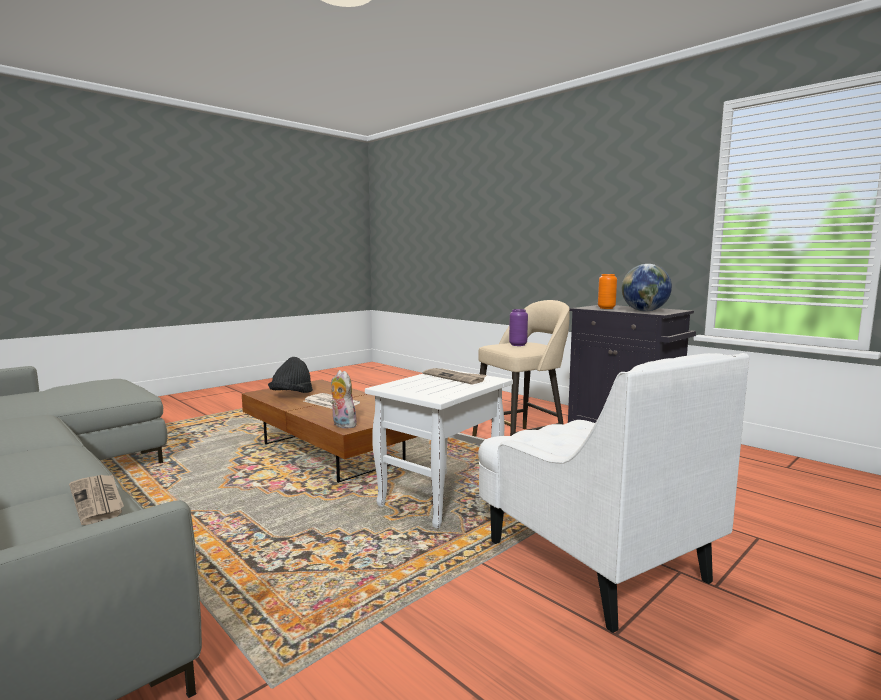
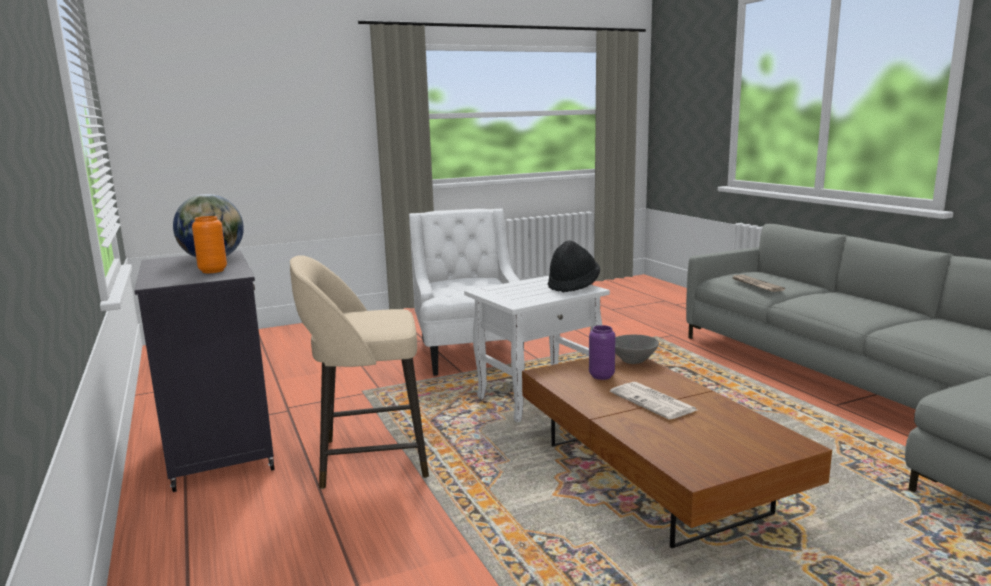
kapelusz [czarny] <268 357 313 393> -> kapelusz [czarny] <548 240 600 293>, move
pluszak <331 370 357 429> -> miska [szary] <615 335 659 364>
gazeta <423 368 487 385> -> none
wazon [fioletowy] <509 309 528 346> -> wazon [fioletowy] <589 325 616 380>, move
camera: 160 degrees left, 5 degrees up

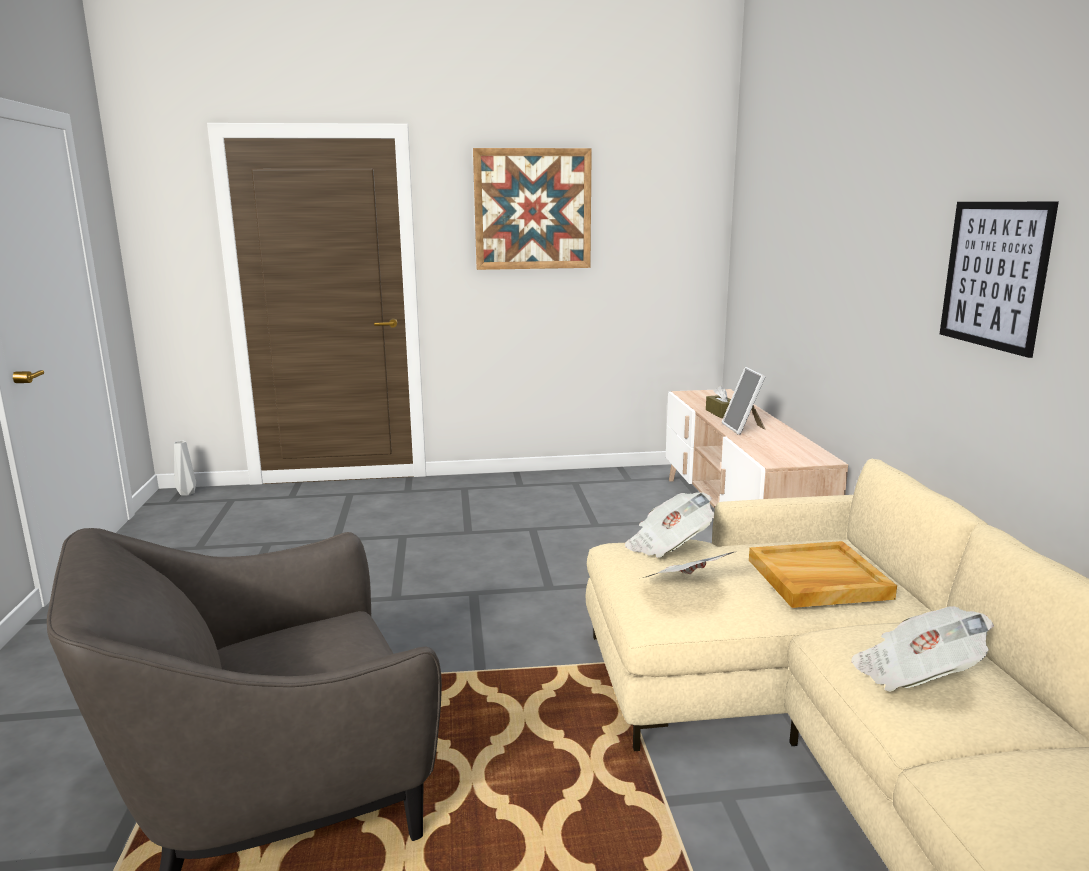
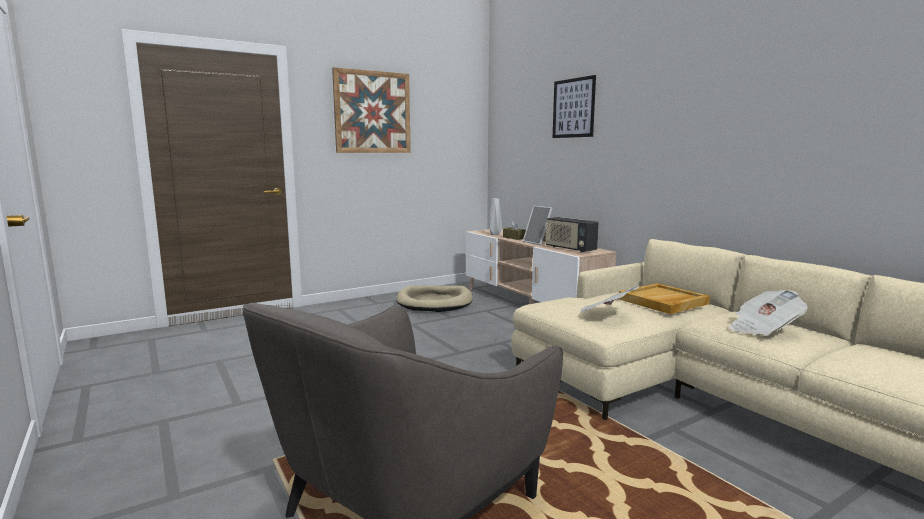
wazon [szary] <174 441 196 496> -> wazon [szary] <489 198 502 235>, move
gazeta <625 492 715 558> -> none
obraz <940 202 1059 358> -> obraz <553 75 596 138>, move
none -> legowisko [beżowy] <396 285 473 312>
none -> radio <545 217 599 252>
camera: 25 degrees left, 5 degrees down

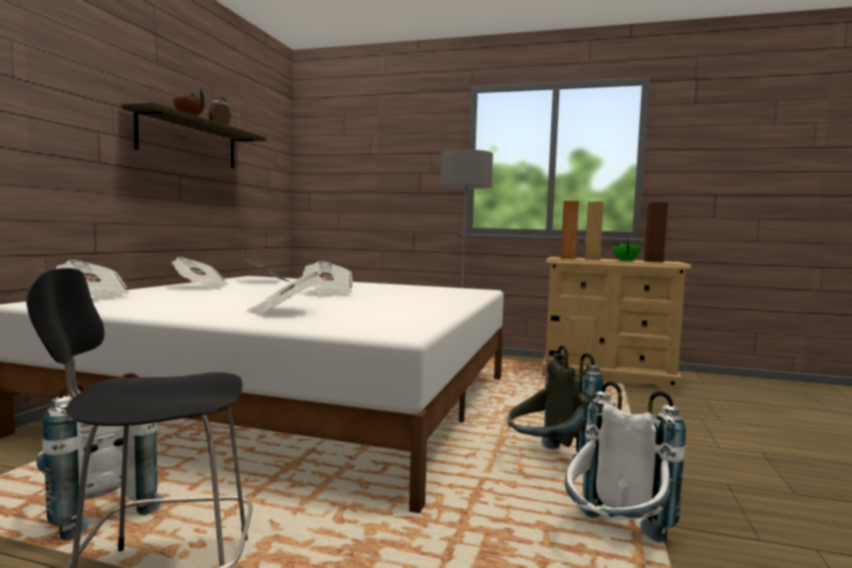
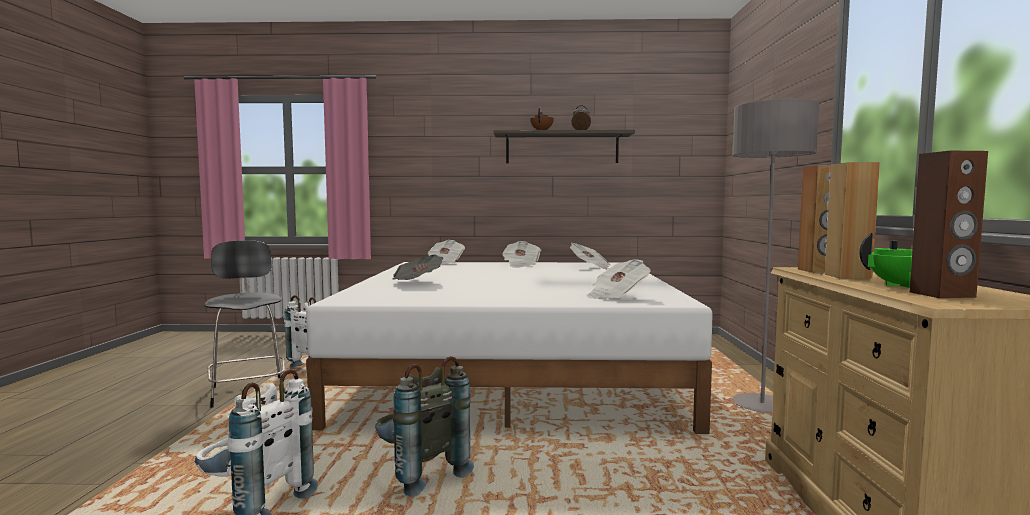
gazeta <303 261 353 297> -> gazeta <587 259 650 299>, move
camera: 75 degrees right, 0 degrees up

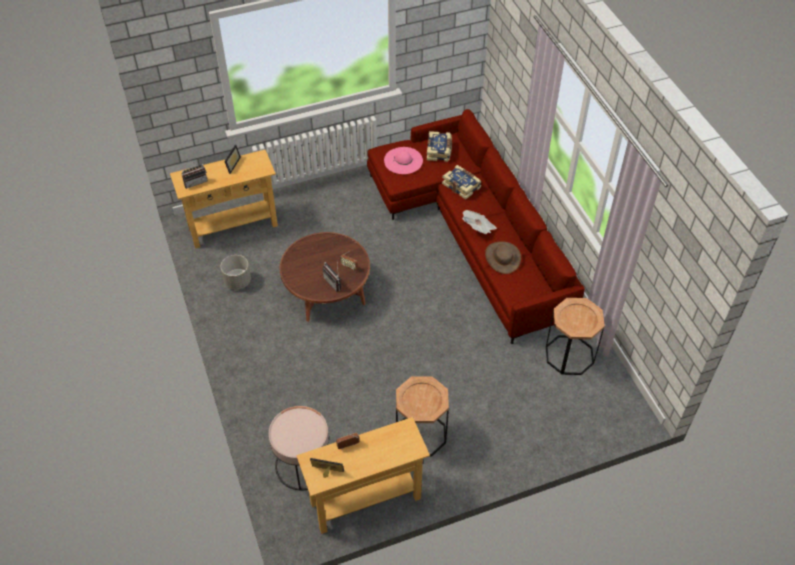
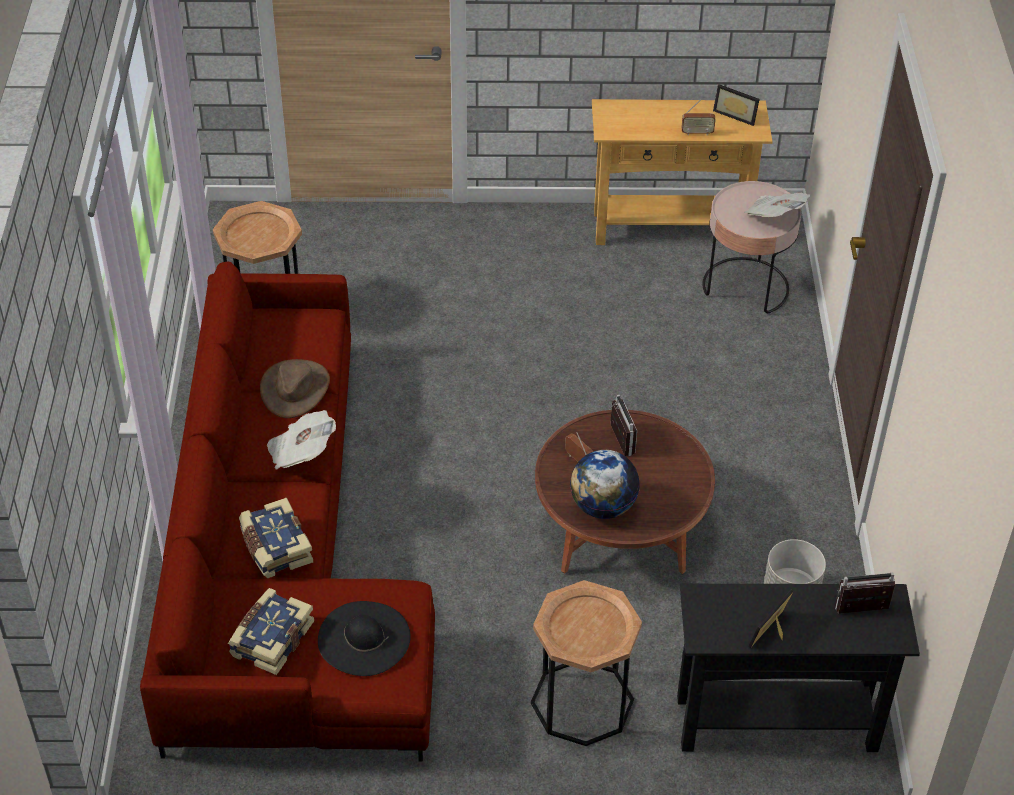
stolik konsolowy [beżowy] <170 150 278 249> -> stolik konsolowy [czarny] <677 584 920 752>
kapelusz [różowy] <384 147 423 174> -> kapelusz [czarny] <318 601 411 676>
stolik [brązowy] <396 376 449 456> -> stolik [brązowy] <531 580 642 746>, move
none -> globus <570 450 640 519>
none -> gazeta <744 192 811 217>
camera: 160 degrees left, 5 degrees down

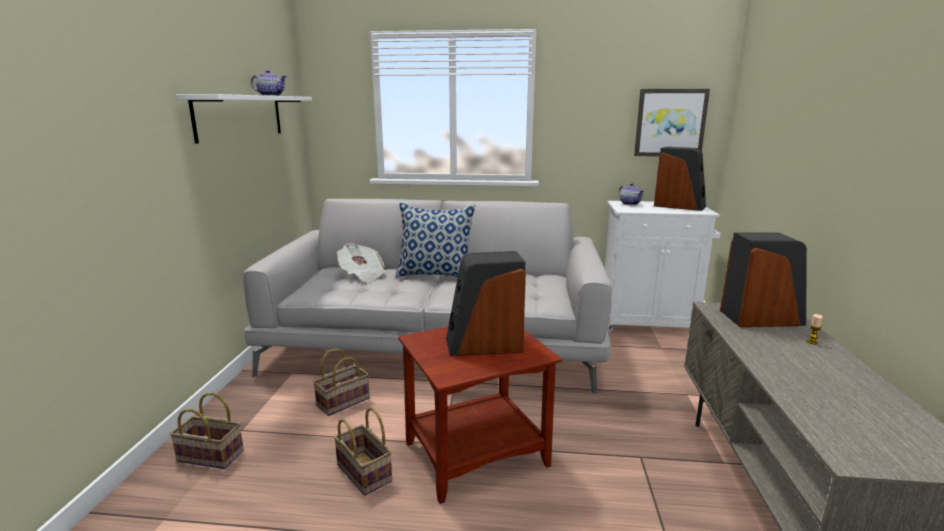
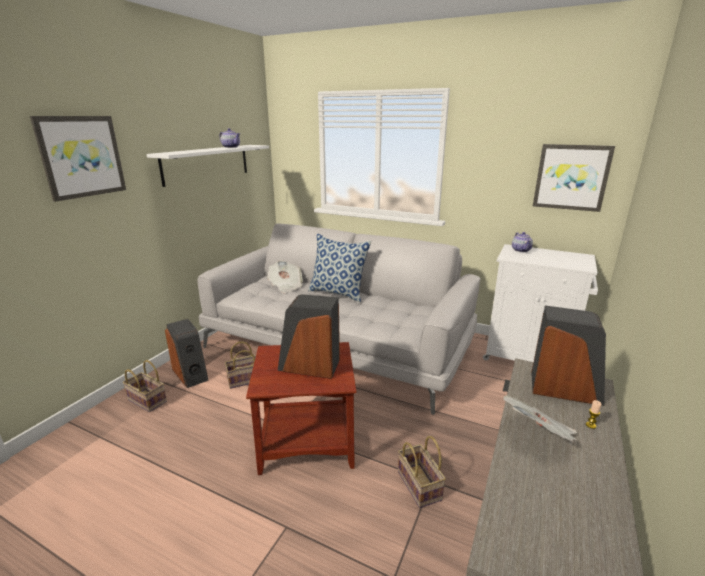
koszyk <334 407 392 495> -> koszyk <398 436 446 508>, move
głośnik <654 147 706 211> -> głośnik <165 319 209 388>, move
none -> obraz <30 116 126 202>
none -> gazeta <503 396 577 443>
camera: 20 degrees right, 5 degrees up

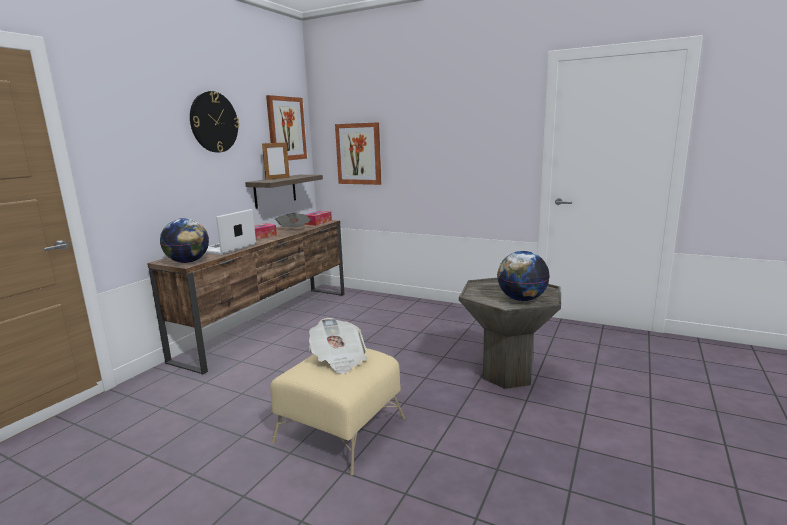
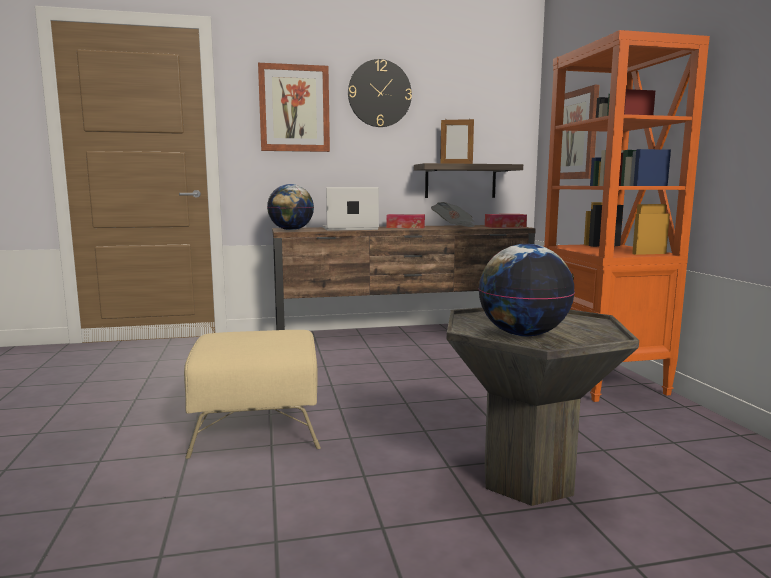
obraz <266 95 307 160> -> obraz <258 63 330 152>, move
gazeta <309 318 367 374> -> none
none -> regał [pomarańczowy] <543 30 710 402>
camera: 50 degrees right, 5 degrees down

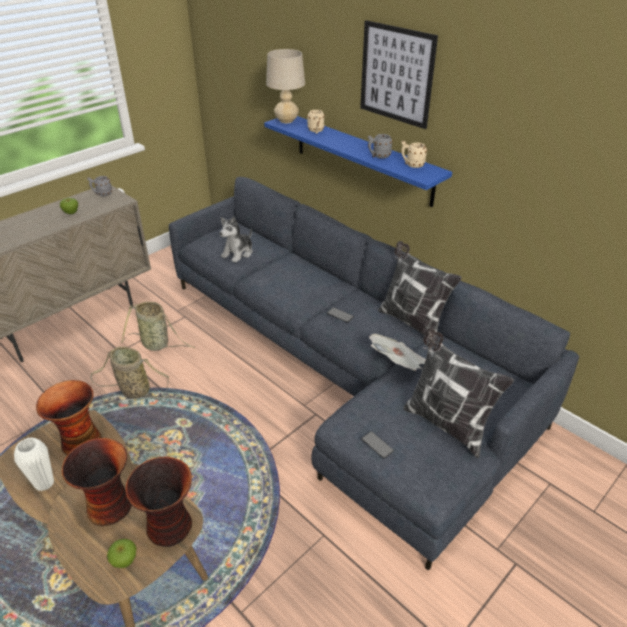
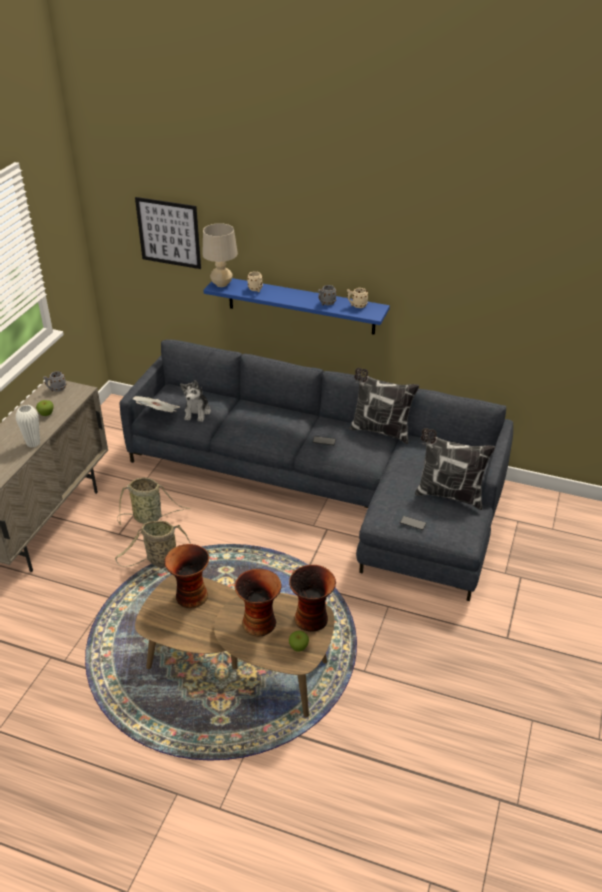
wazon [biały] <14 437 54 491> -> wazon [biały] <16 405 40 448>, move
obraz <360 20 438 129> -> obraz <135 197 201 269>, move
gazeta <369 334 426 371> -> gazeta <133 396 180 413>, move
camera: 25 degrees left, 0 degrees up

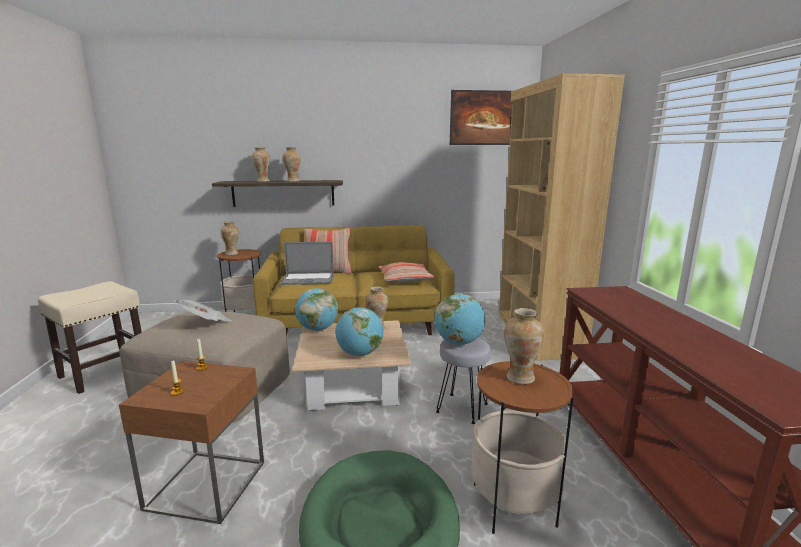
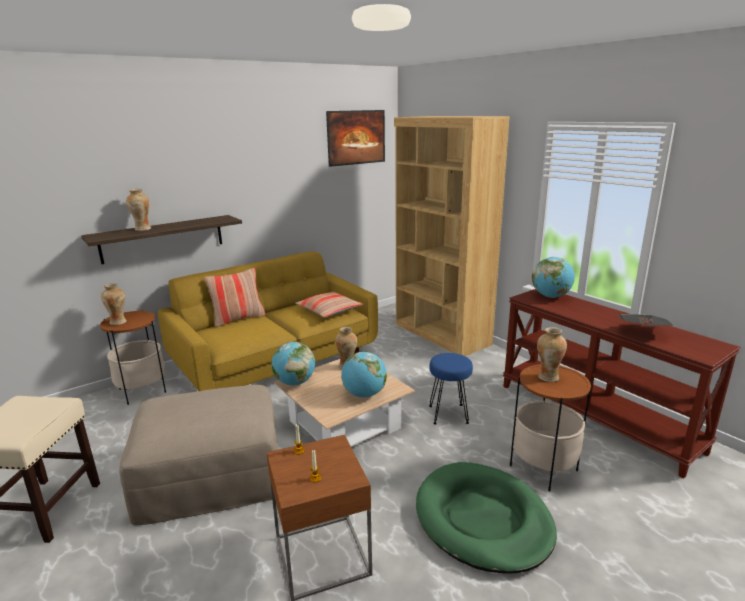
gazeta <173 300 232 321> -> gazeta <618 314 672 326>, move
laptop <280 242 334 285> -> none
wazon <283 147 301 182> -> none
globus <435 294 485 345> -> globus <532 257 575 298>, move
stołek [szary] <436 338 491 424> -> stołek [niebieski] <429 353 473 425>
camera: 30 degrees left, 5 degrees up

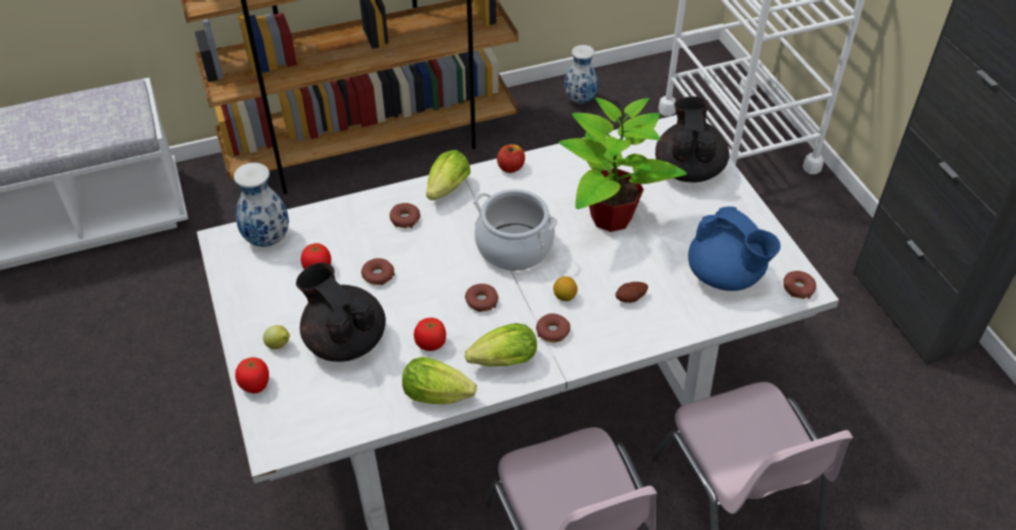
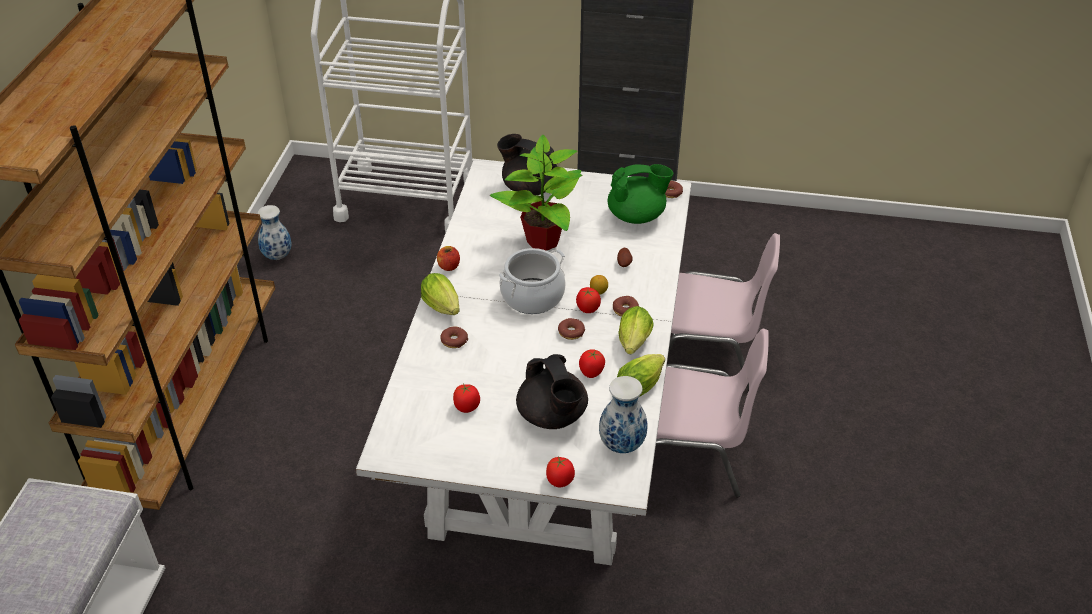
wazon <234 163 289 247> -> wazon <599 376 648 453>, move
cytryna <263 325 290 349> -> none
imbryk [czarny] <296 262 386 362> -> imbryk [czarny] <516 354 588 429>, 105 degrees counterclockwise
donut <361 258 395 285> -> none
imbryk [niebieski] <688 206 781 291> -> imbryk [zielony] <608 164 673 224>
none -> pomidor <576 287 601 313>
camera: 60 degrees left, 5 degrees down

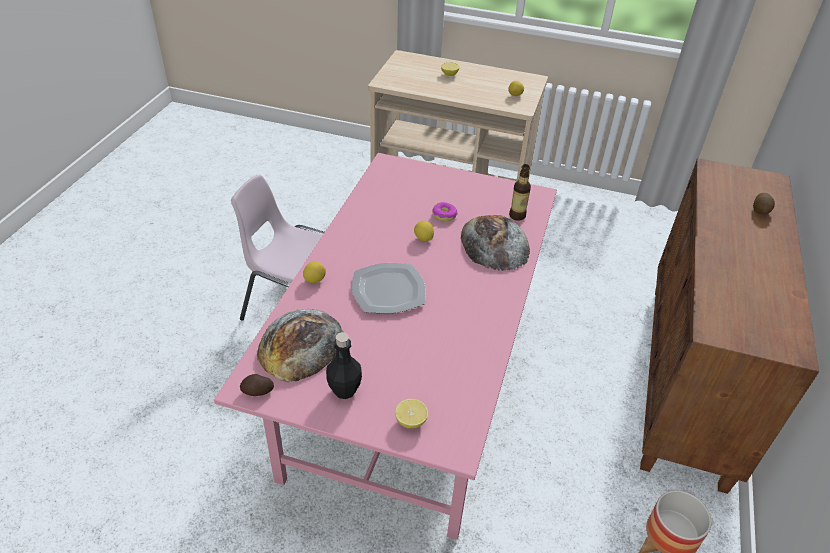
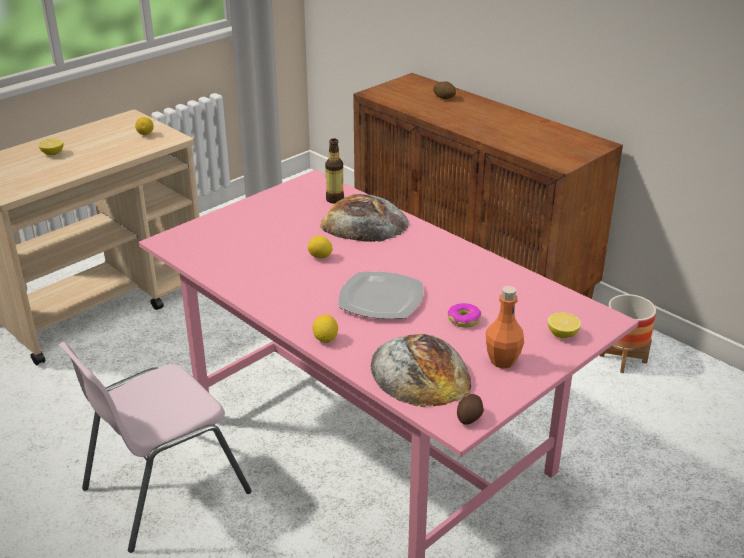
butelka [czarny] <326 332 362 399> -> butelka [pomarańczowy] <486 286 524 369>
donut <432 202 458 222> -> donut <448 303 481 328>, move
camera: 60 degrees left, 10 degrees down

